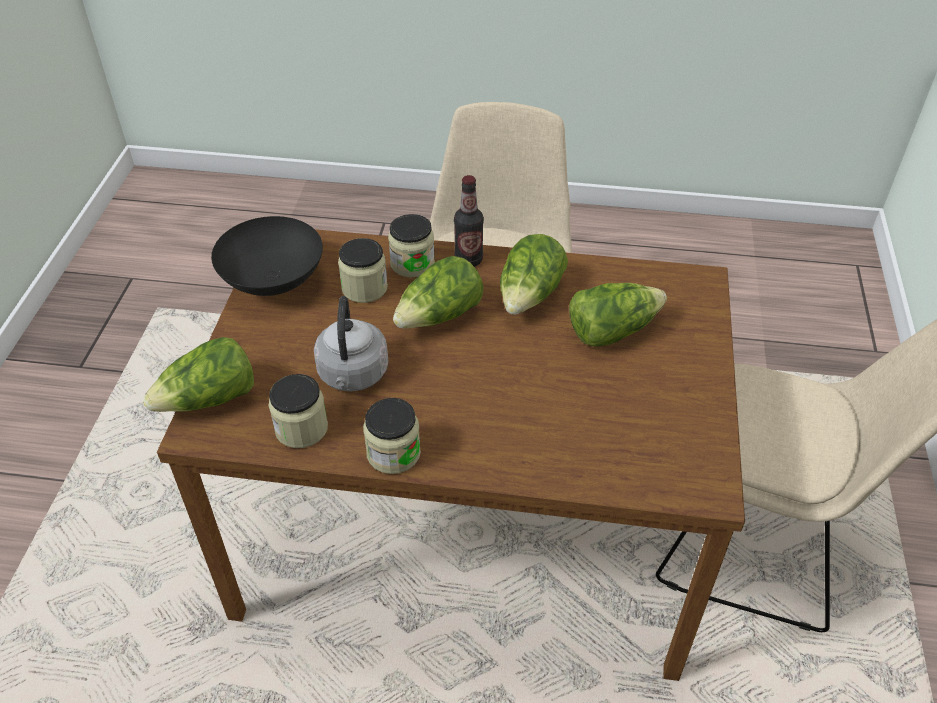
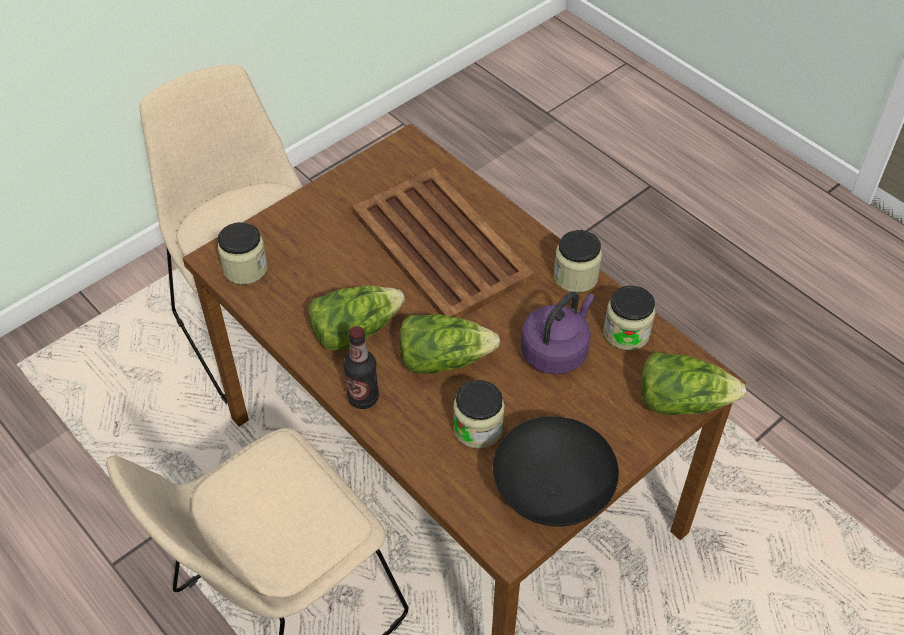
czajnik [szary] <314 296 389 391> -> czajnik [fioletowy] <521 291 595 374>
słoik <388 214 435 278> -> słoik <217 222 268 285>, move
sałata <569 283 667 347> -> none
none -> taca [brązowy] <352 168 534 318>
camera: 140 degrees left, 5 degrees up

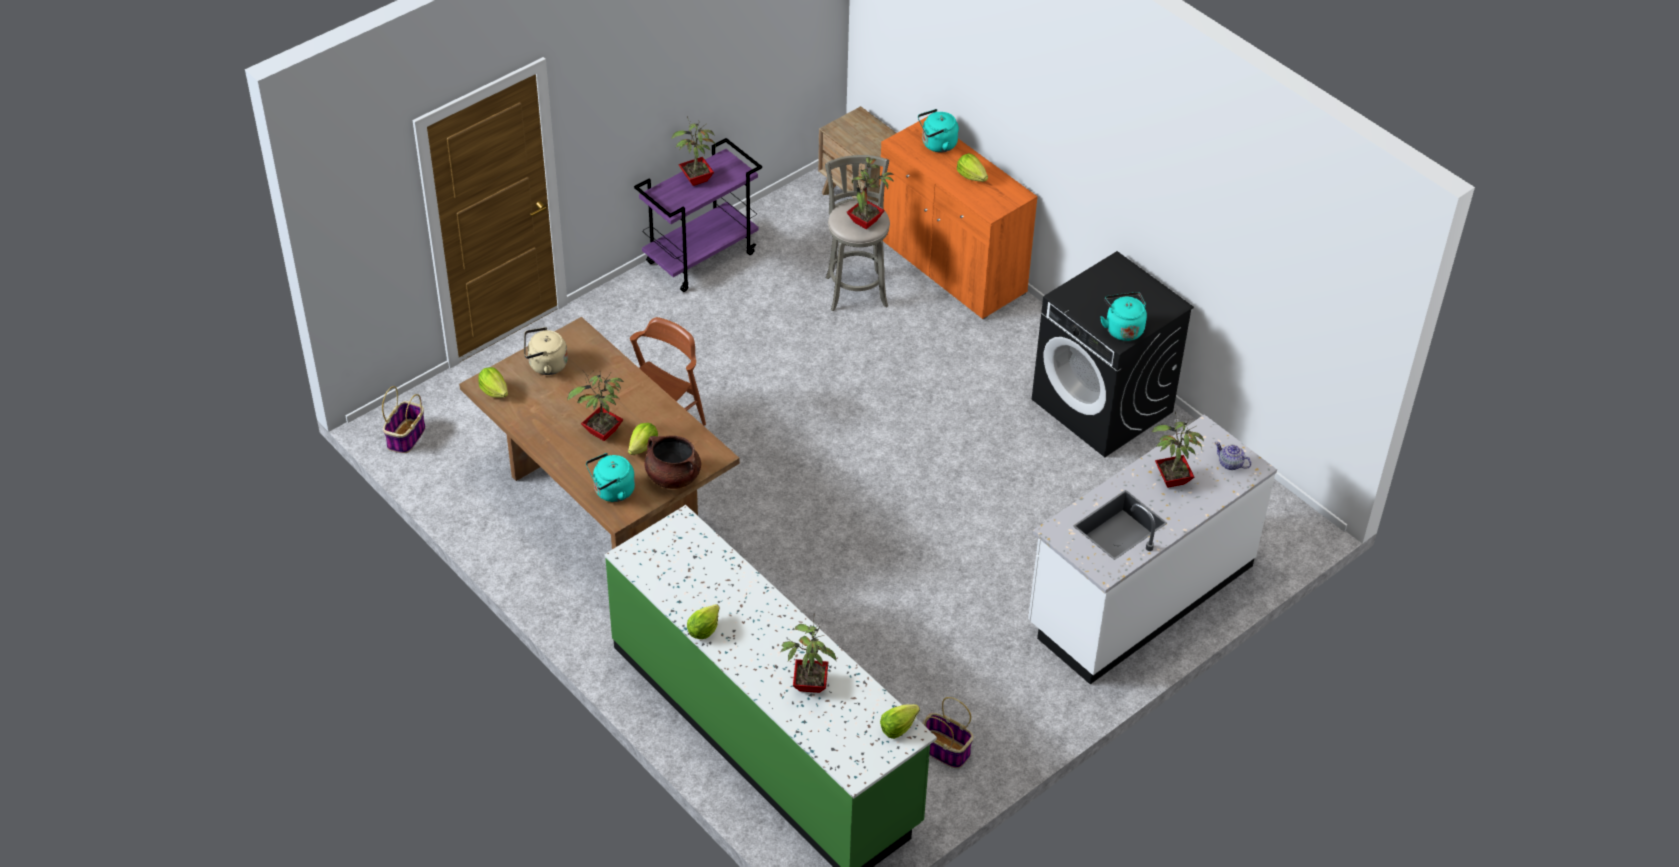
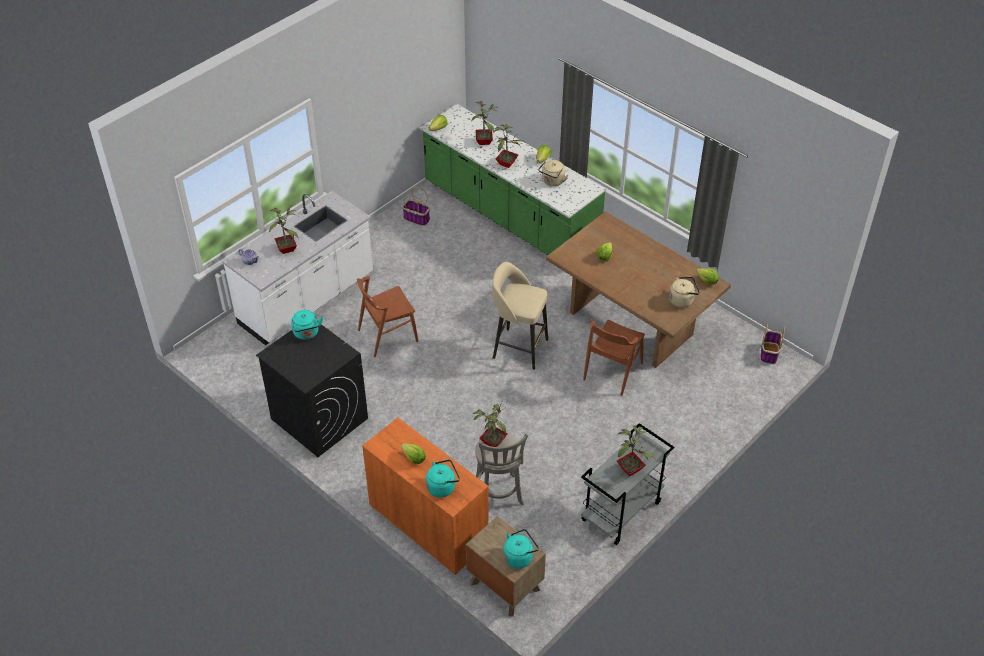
roślina doniczkowa <567 371 624 441> -> roślina doniczkowa <494 124 525 168>, move
czajnik [turkusowy] <586 453 635 502> -> czajnik [turkusowy] <503 529 539 569>, move
wózek [fioletowy] <634 138 762 292> -> wózek [szary] <581 423 674 545>
garnek [brązowy] <644 436 701 489> -> none
none -> krzesło [brązowy] <357 276 418 357>
none -> stołek [beżowy] <492 262 548 370>
none -> czajnik [beżowy] <538 160 568 186>
camera: 175 degrees right, 0 degrees up

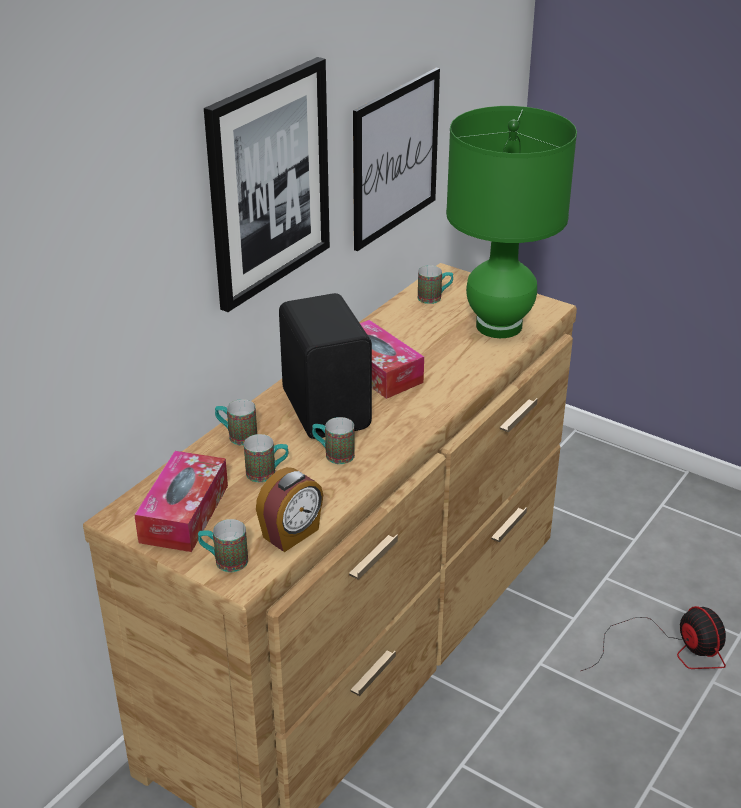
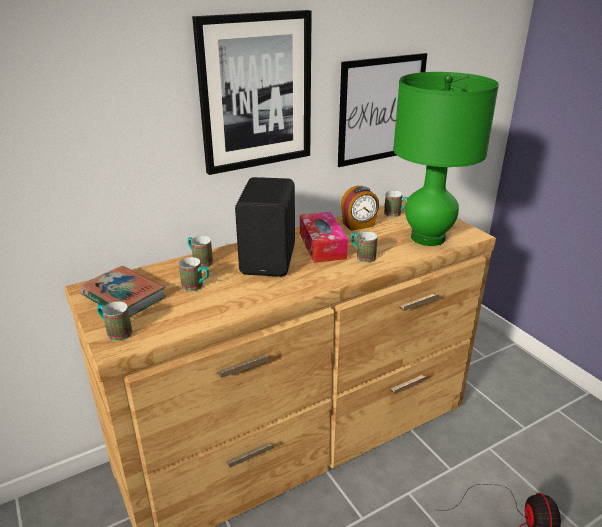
pudełko chusteczek <134 451 228 552> -> książka <80 266 166 316>
budzik <256 467 323 552> -> budzik <341 186 379 231>, move
kubek <312 417 355 464> -> kubek <351 232 378 263>, move
camera: 25 degrees right, 5 degrees down

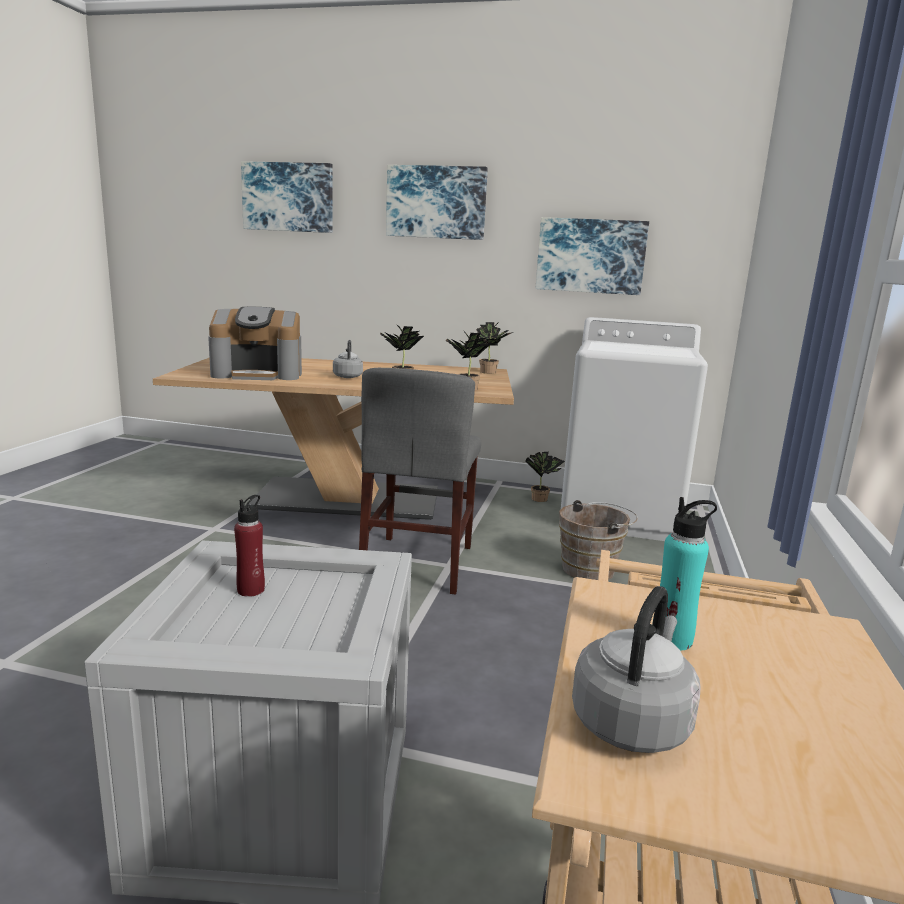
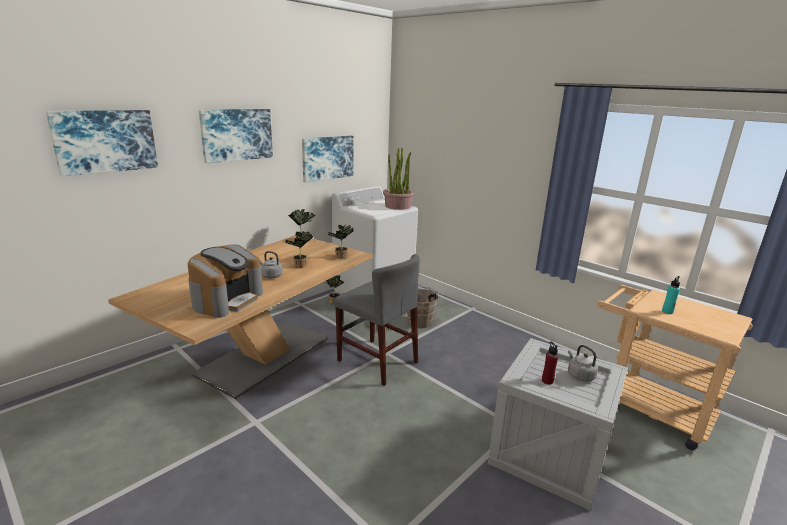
czajnik [szary] <572 586 701 753> -> czajnik [szary] <568 345 598 382>, move
none -> roślina doniczkowa <383 148 414 210>
camera: 60 degrees left, 5 degrees up

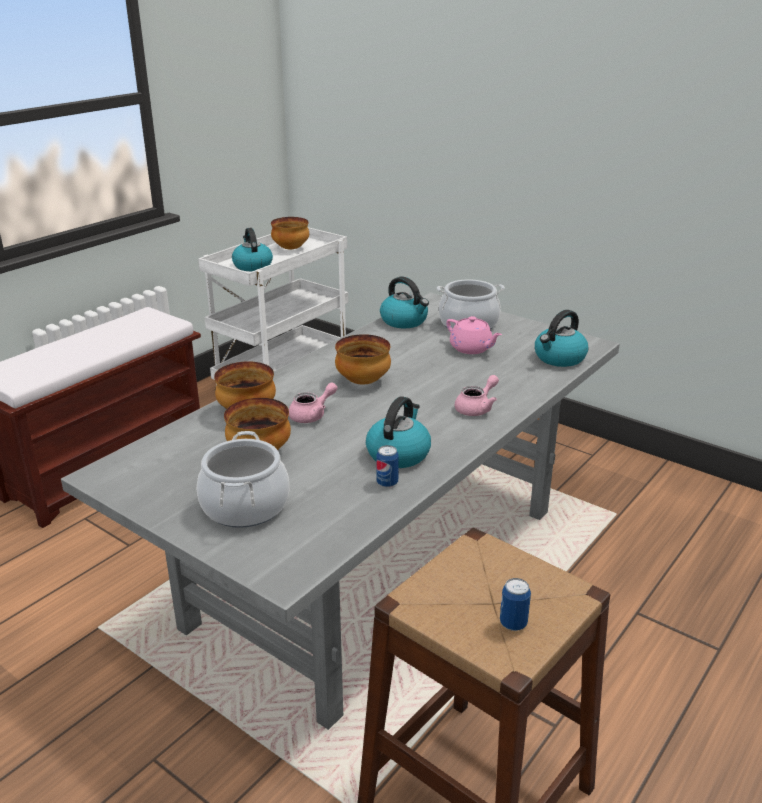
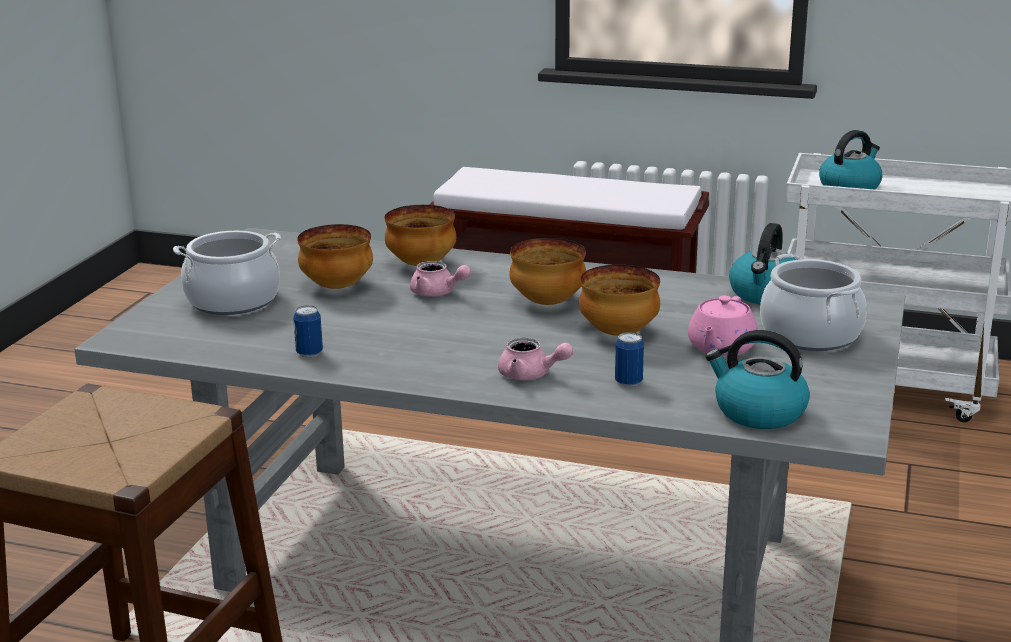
miska <271 217 309 250> -> miska <579 265 660 336>, move
czajnik <366 396 431 468> -> none
puszka <500 578 531 631> -> puszka <615 332 644 387>, move
camera: 70 degrees right, 5 degrees down

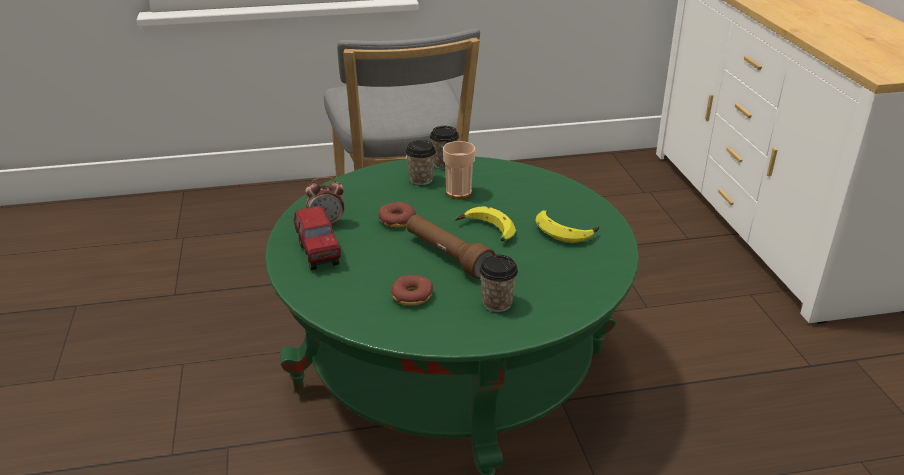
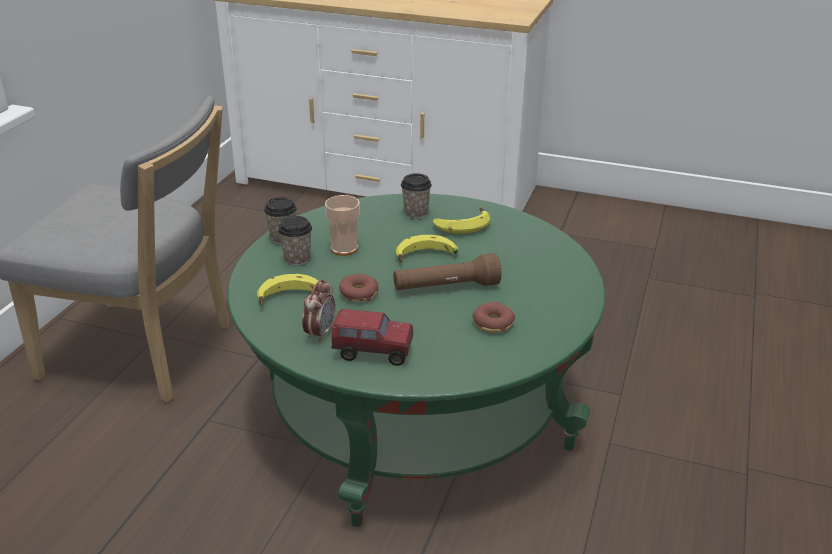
filiżanka <479 255 518 312> -> filiżanka <401 173 432 219>, move
none -> banan <257 274 321 306>
camera: 60 degrees left, 0 degrees up

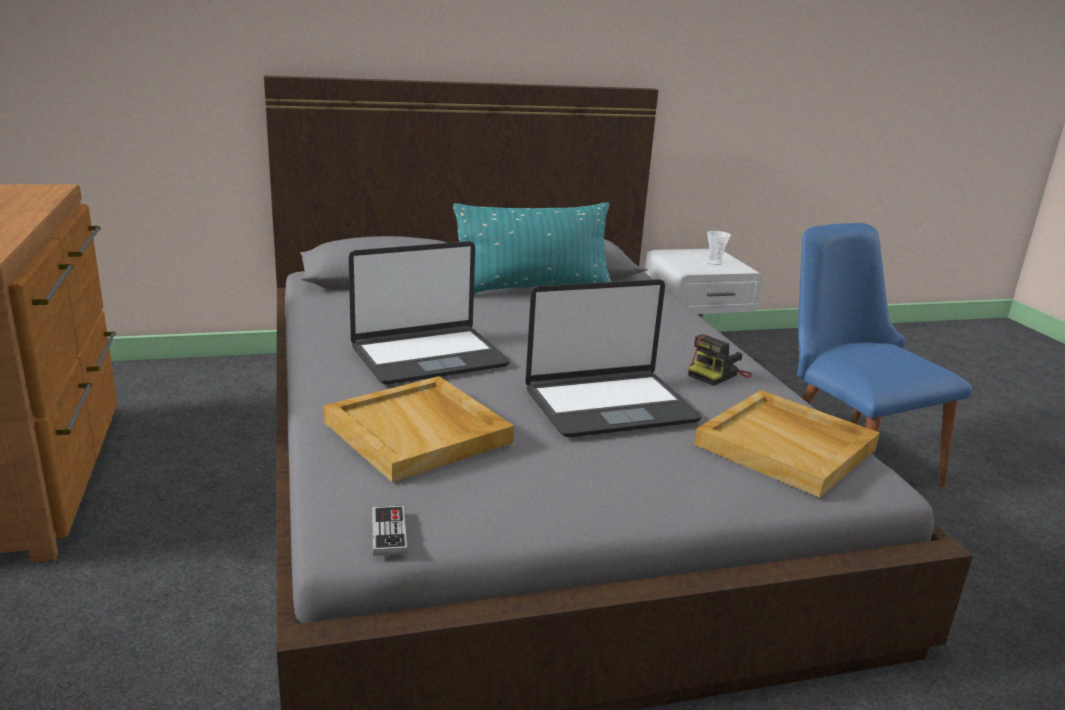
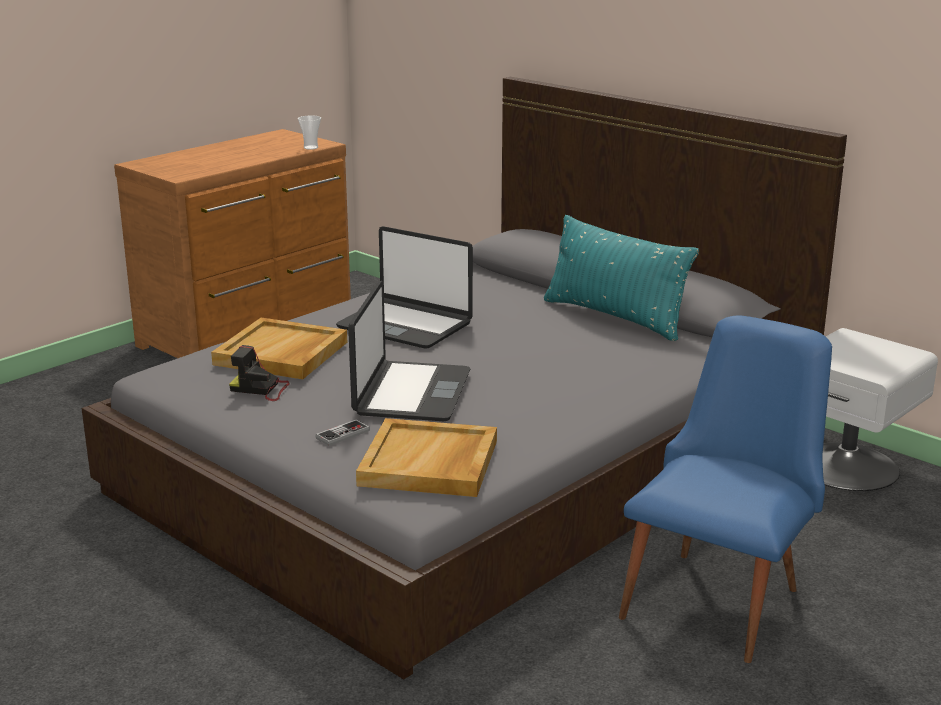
pad do gier <372 505 408 556> -> pad do gier <315 420 370 446>, move
laptop <525 279 701 437> -> laptop <348 281 470 421>, 120 degrees counterclockwise
aparat fotograficzny <688 334 753 386> -> aparat fotograficzny <229 345 290 401>, move
filiżanka <707 231 731 265> -> filiżanka <298 116 321 150>, move
camera: 60 degrees right, 0 degrees up

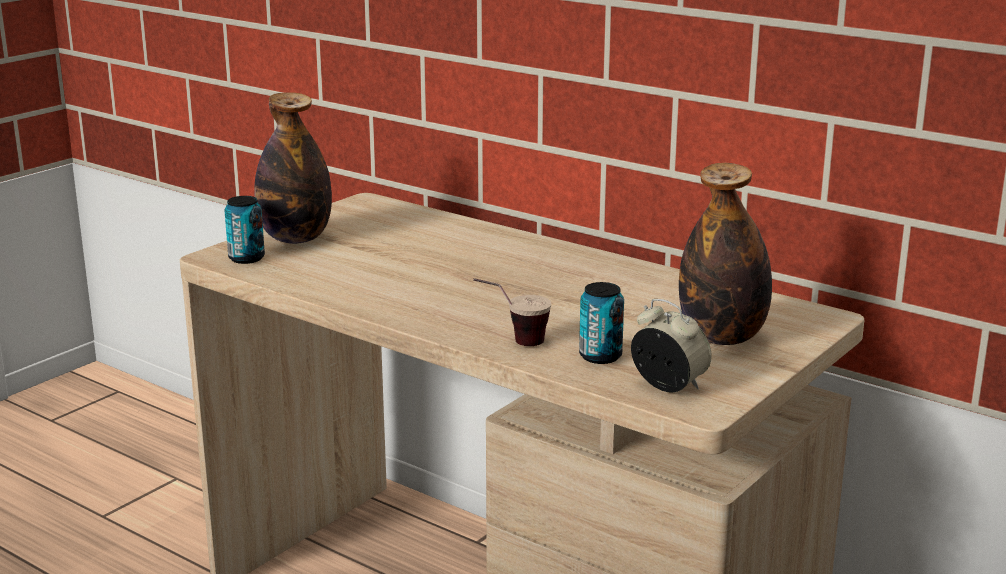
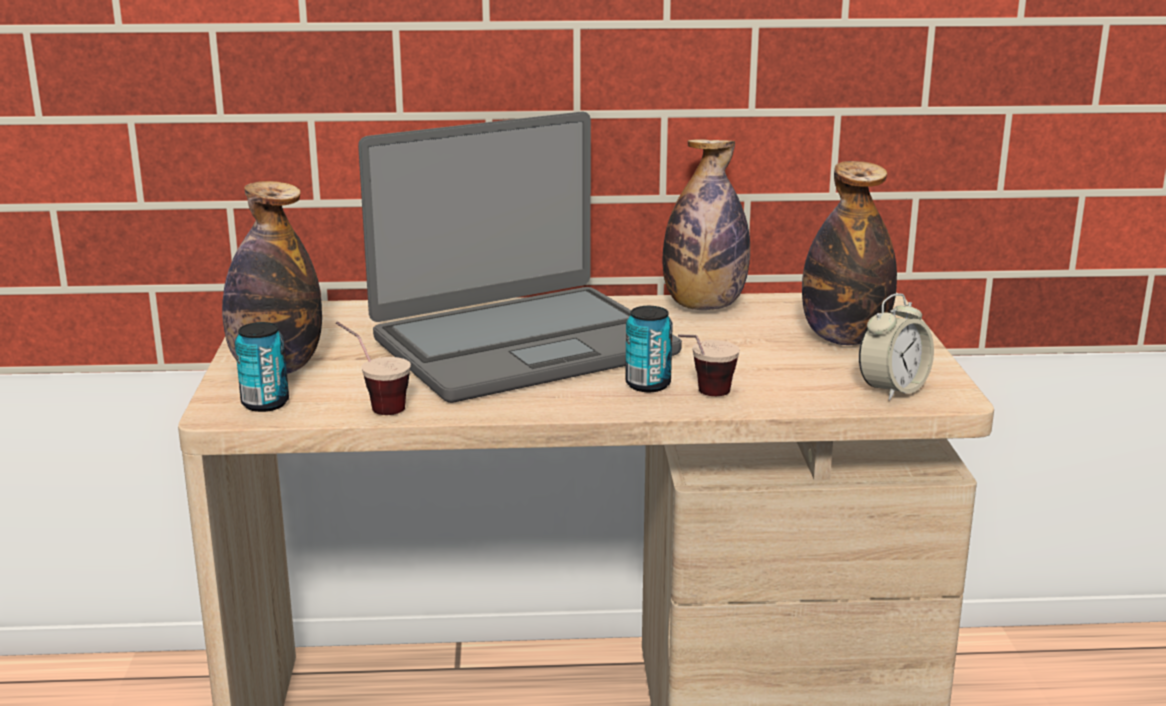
puszka <579 282 624 364> -> puszka <625 306 673 392>, move
budzik <631 299 712 393> -> budzik <859 293 934 401>, 135 degrees clockwise
none -> filiżanka <336 321 411 415>
none -> laptop <358 111 682 403>
none -> butelka <662 139 750 310>
camera: 40 degrees left, 0 degrees up

